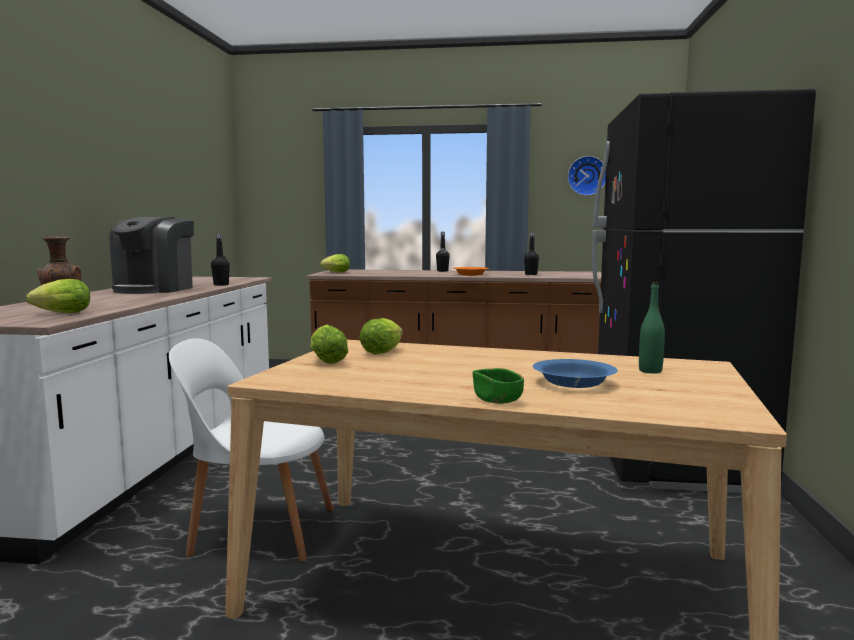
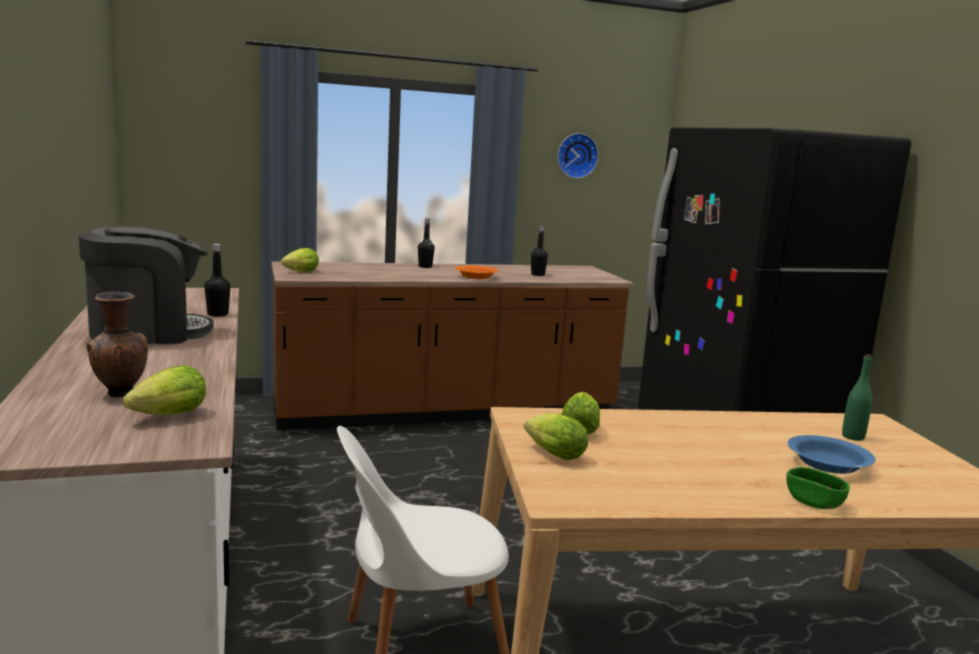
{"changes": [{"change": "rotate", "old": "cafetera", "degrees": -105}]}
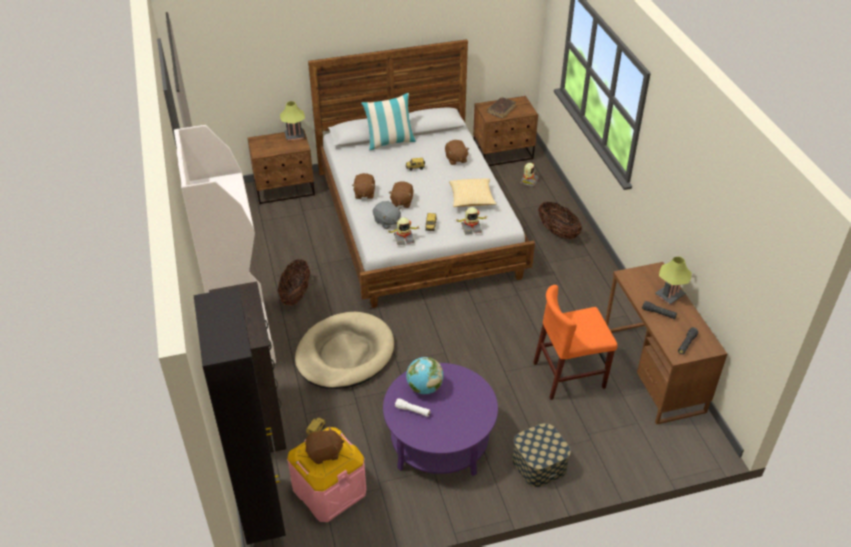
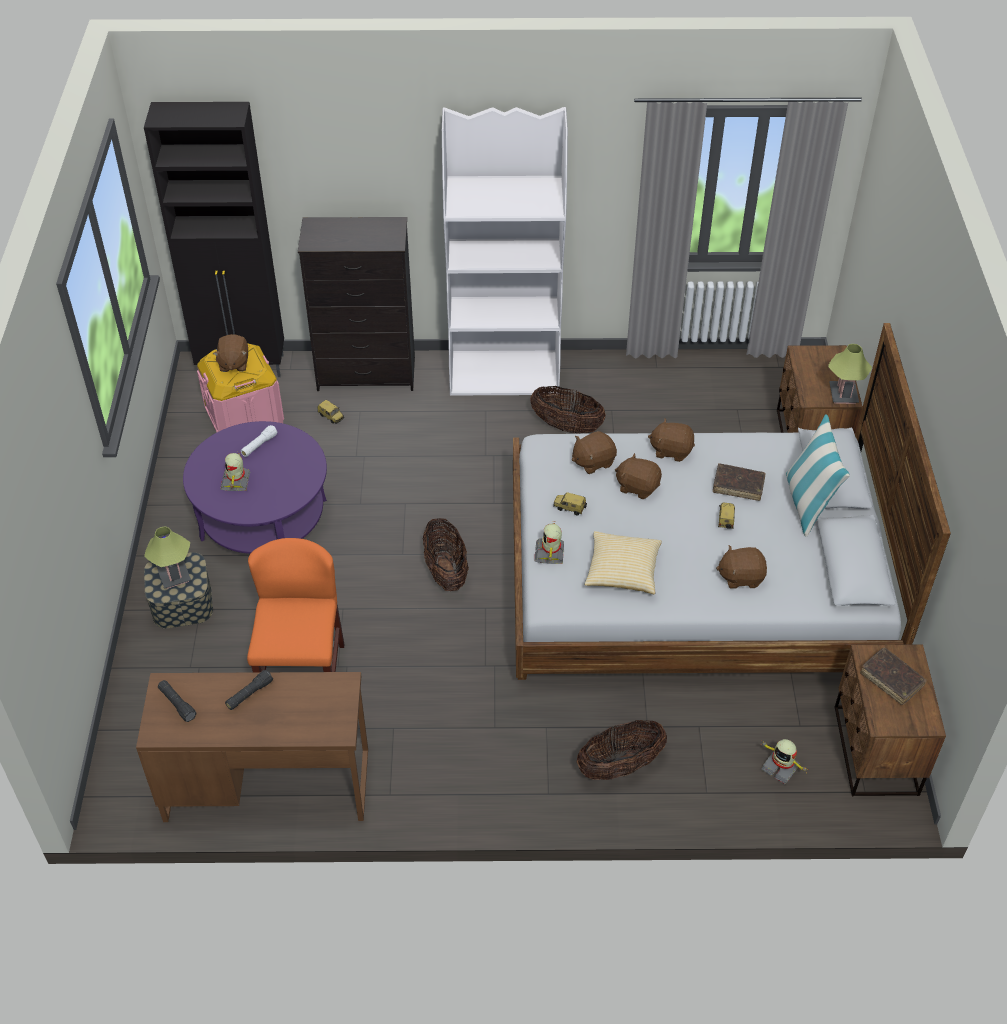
{"changes": [{"change": "move", "old": "lámpara de mesa (2nd from left in the first image)", "new": "lámpara de mesa (1st from left)"}, {"change": "move", "old": "robot de juguete (1st from left)"}, {"change": "insert", "new": "cesta (1st from left)"}, {"change": "recolor", "old": "peluche/gris", "new": "peluche/marrón (2nd from left)"}, {"change": "insert", "new": "libro/marrón (1st from left)"}, {"change": "delete", "old": "cama para perro/beis"}, {"change": "delete", "old": "globo terráqueo"}]}
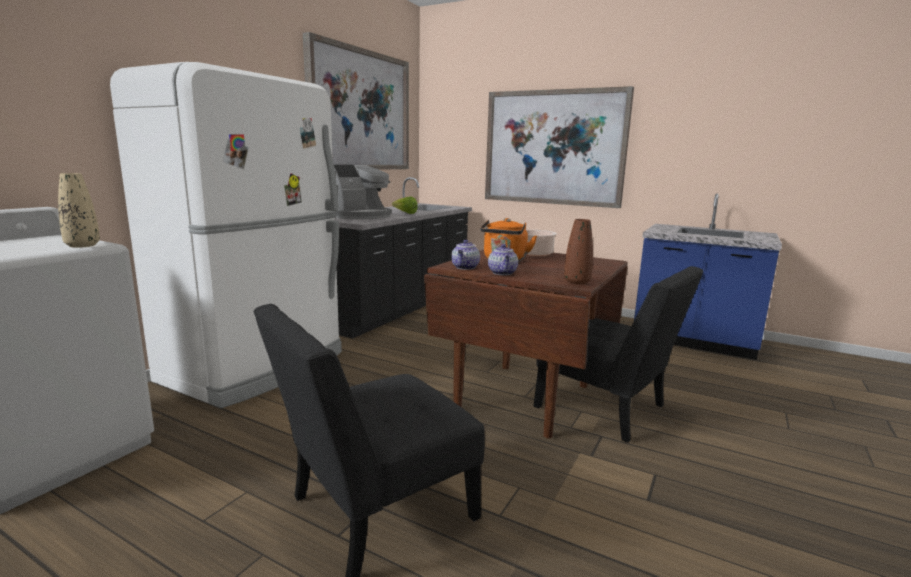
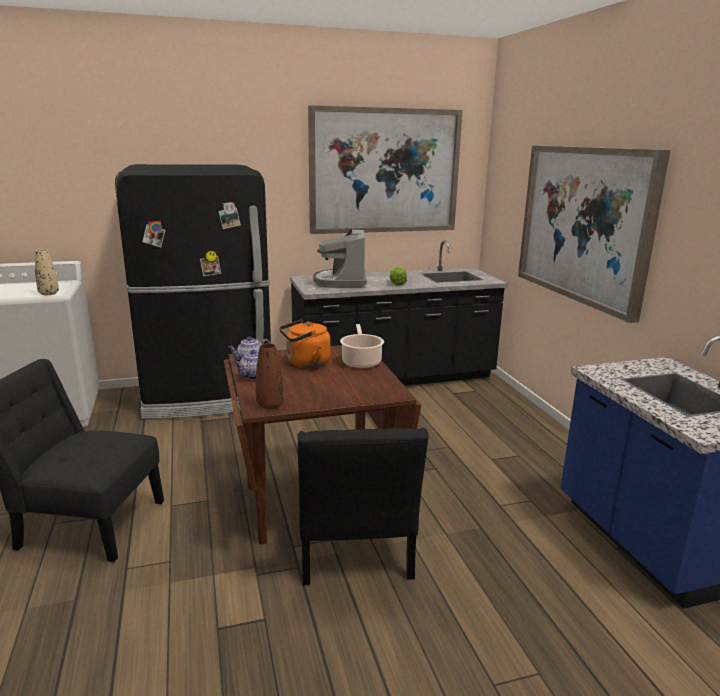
{"changes": [{"change": "recolor", "old": "nevera/blanco", "new": "nevera/negro"}, {"change": "rotate", "old": "cafetera", "degrees": 90}]}
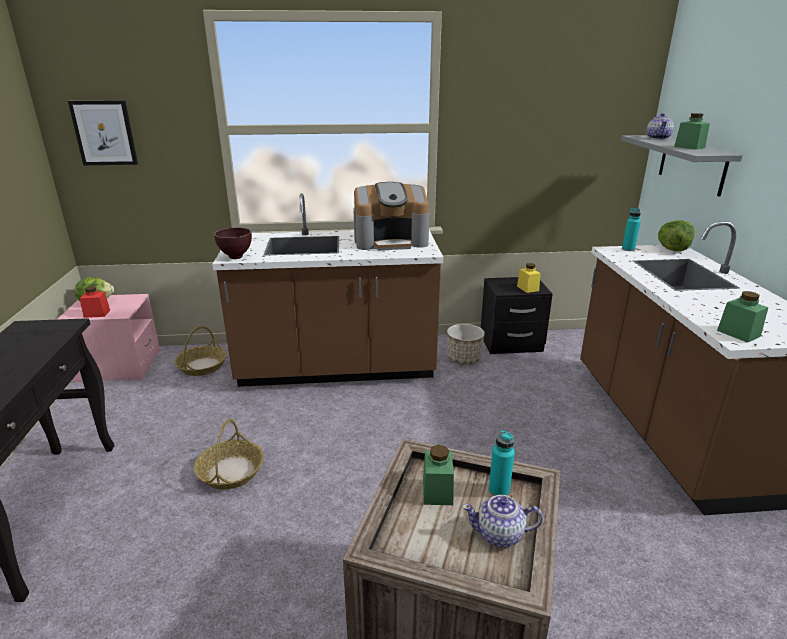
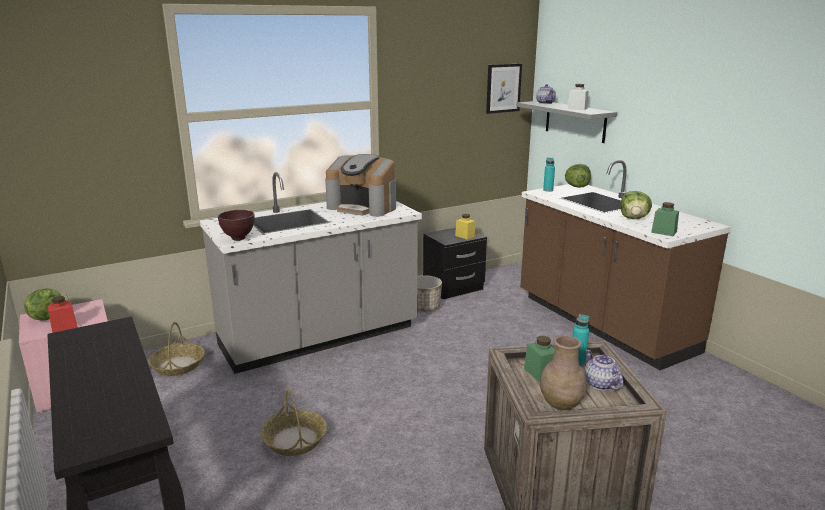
{"changes": [{"change": "recolor", "old": "mueble bajo de cocina/marrón (1st from left)", "new": "mueble bajo de cocina/gris"}, {"change": "rotate", "old": "cafetera", "degrees": 60}, {"change": "move", "old": "cuadro"}, {"change": "insert", "new": "florero/marrón"}, {"change": "recolor", "old": "tarro/verde (2nd from left)", "new": "tarro/blanco"}, {"change": "rotate", "old": "tetera (1st from left in the first image)", "degrees": 90}, {"change": "insert", "new": "lechuga (3rd from left)"}]}
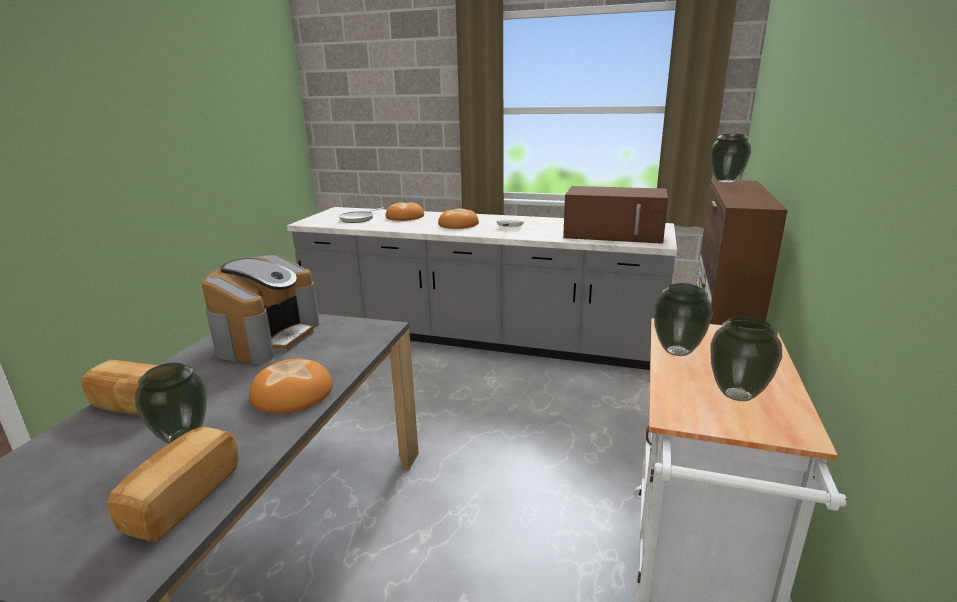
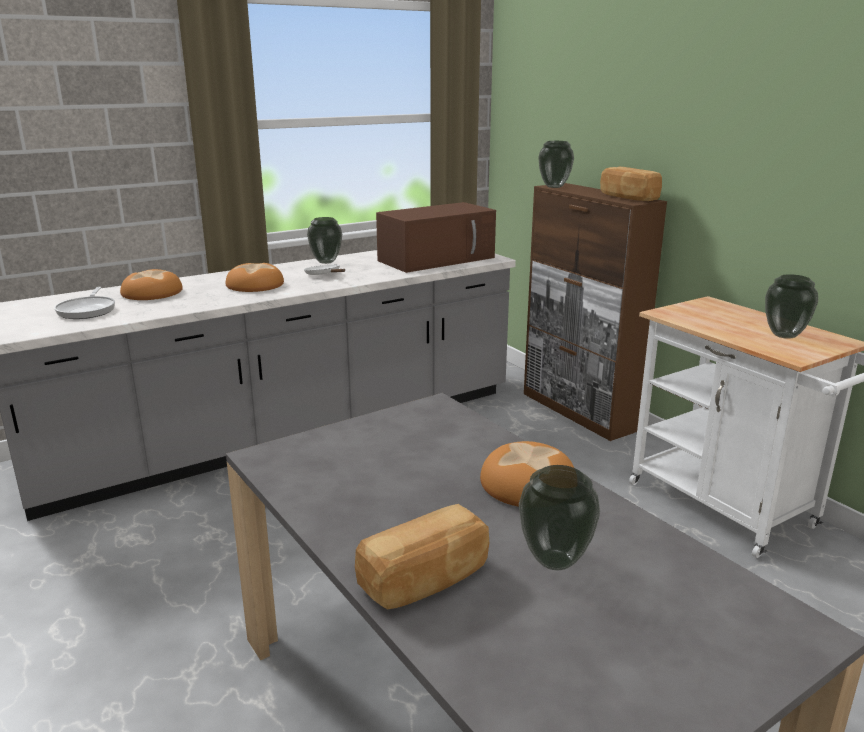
{"changes": [{"change": "move", "old": "florero (2nd from left in the first image)", "new": "florero (1st from left)"}, {"change": "move", "old": "pan (2nd from left in the first image)", "new": "pan (5th from left)"}, {"change": "delete", "old": "cafetera"}]}
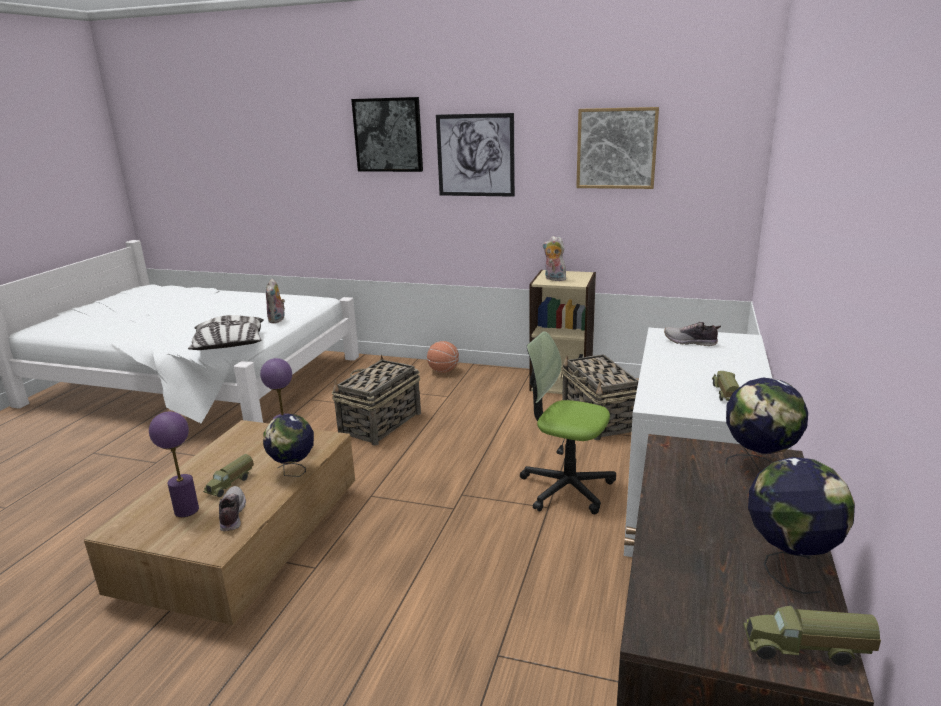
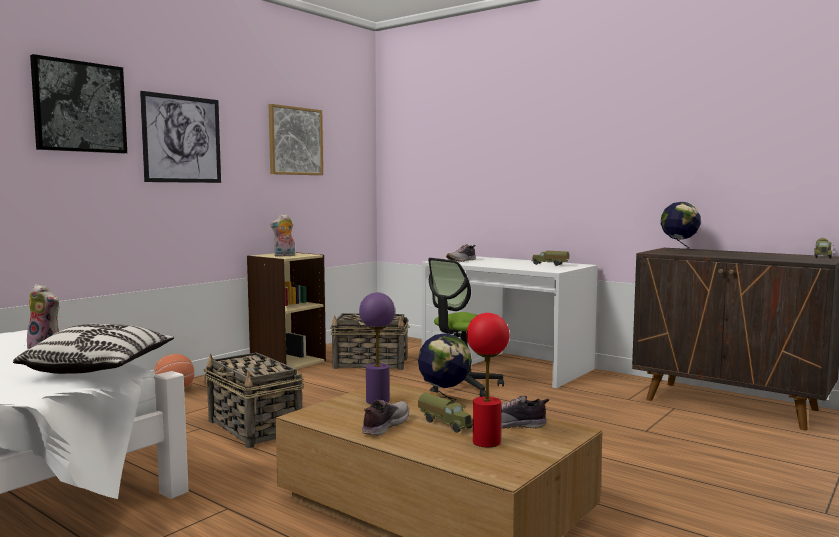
{"changes": [{"change": "insert", "new": "zapato (1st from left)"}, {"change": "recolor", "old": "lámpara de mesa/morado (1st from left)", "new": "lámpara de mesa/rojo"}, {"change": "delete", "old": "globo terráqueo (3rd from left)"}]}
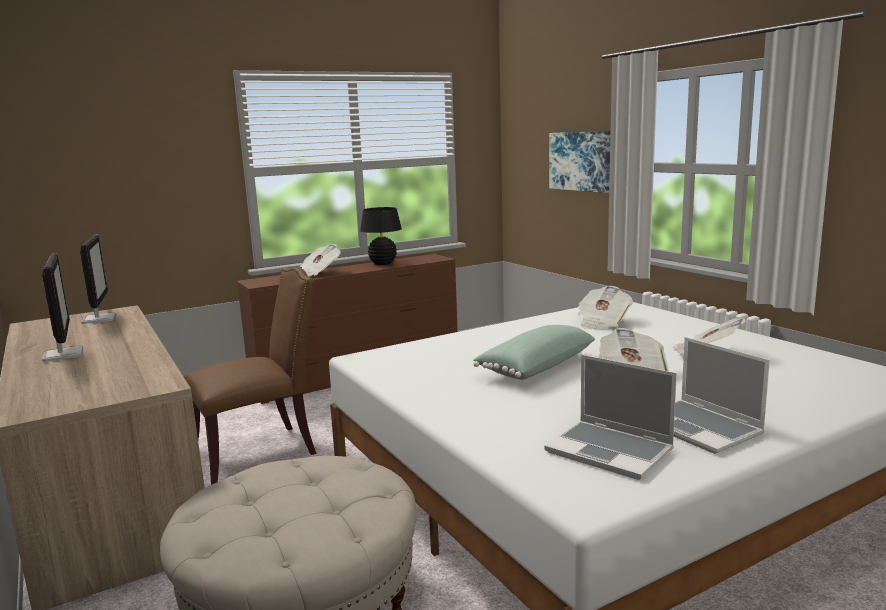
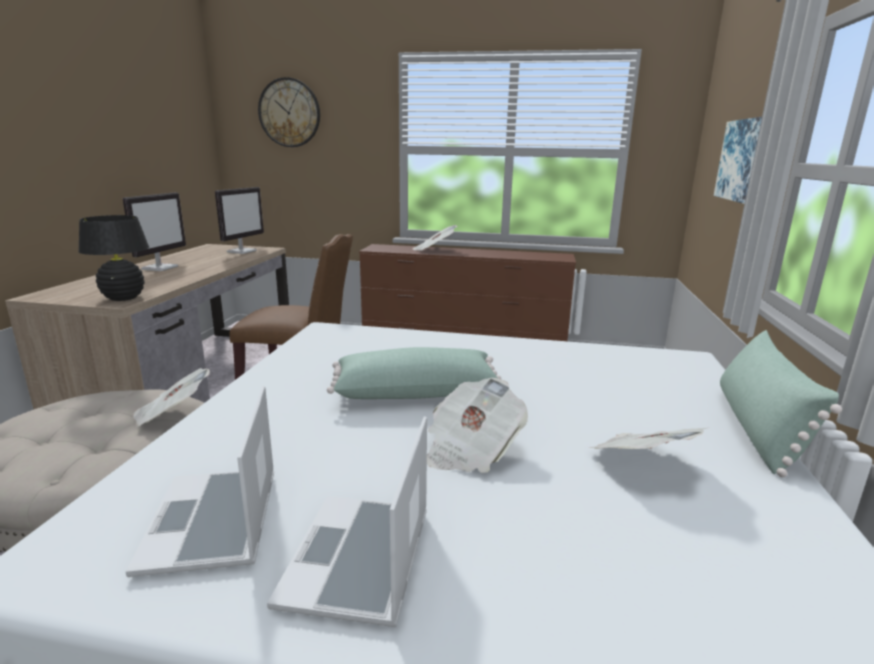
{"changes": [{"change": "move", "old": "lámpara de mesa/negro"}, {"change": "move", "old": "periódico (2nd from left in the first image)", "new": "periódico (1st from left)"}, {"change": "insert", "new": "reloj de pared"}, {"change": "insert", "new": "cojín/verde (2nd from left)"}]}
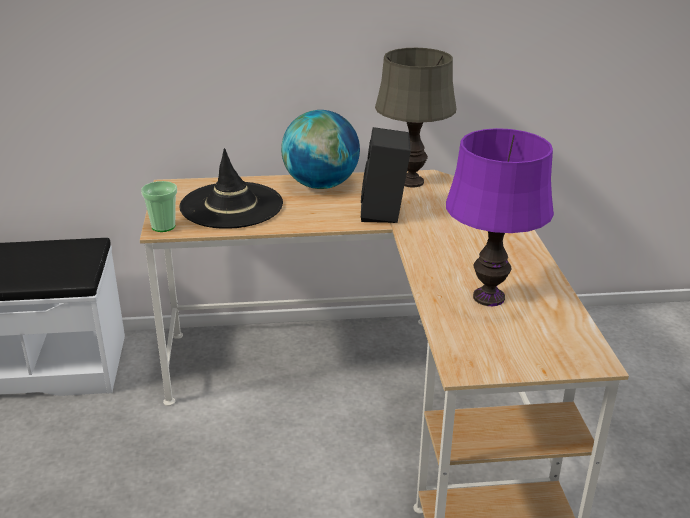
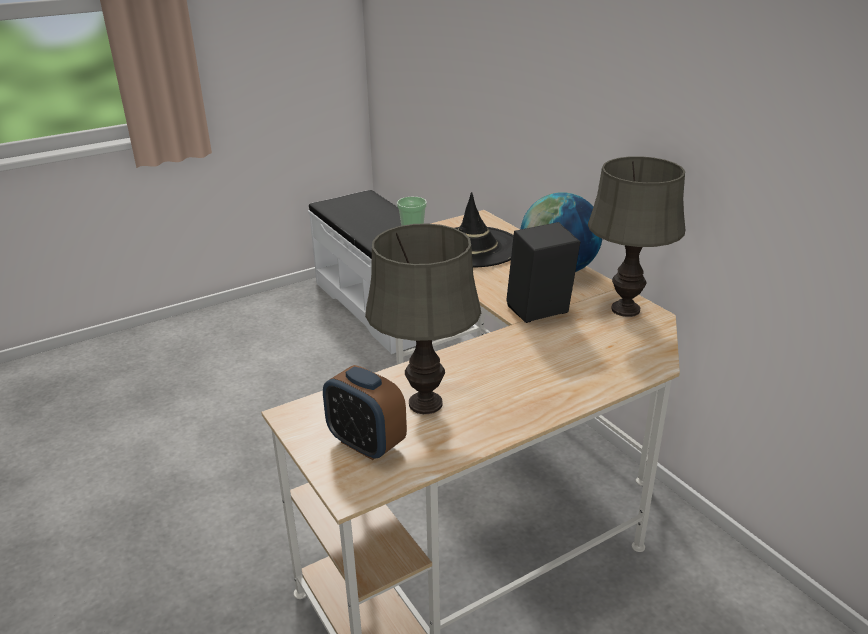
{"changes": [{"change": "insert", "new": "despertador"}, {"change": "recolor", "old": "lámpara de mesa/morado", "new": "lámpara de mesa/gris (1st from left)"}]}
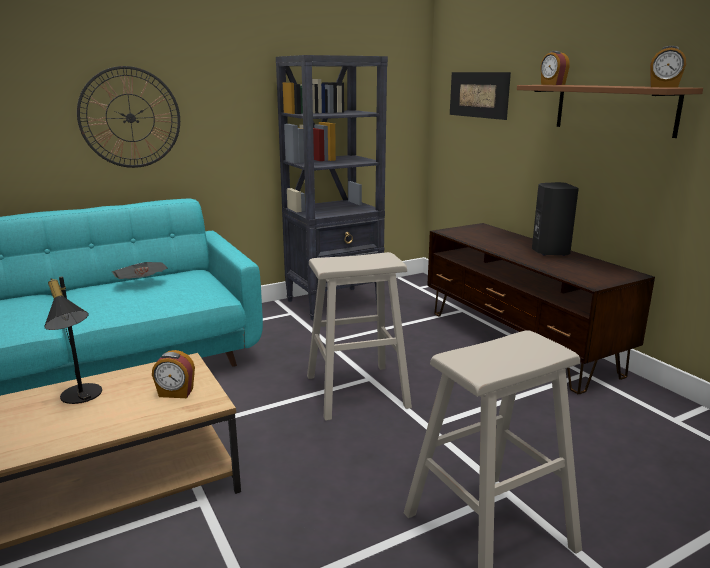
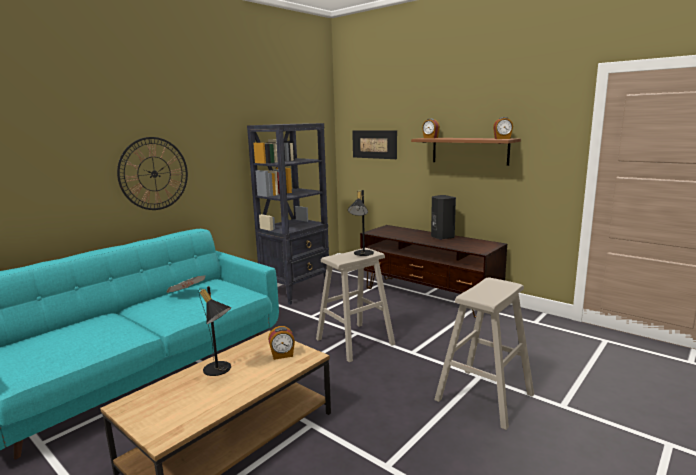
{"changes": [{"change": "insert", "new": "lámpara de mesa/negro (2nd from left)"}]}
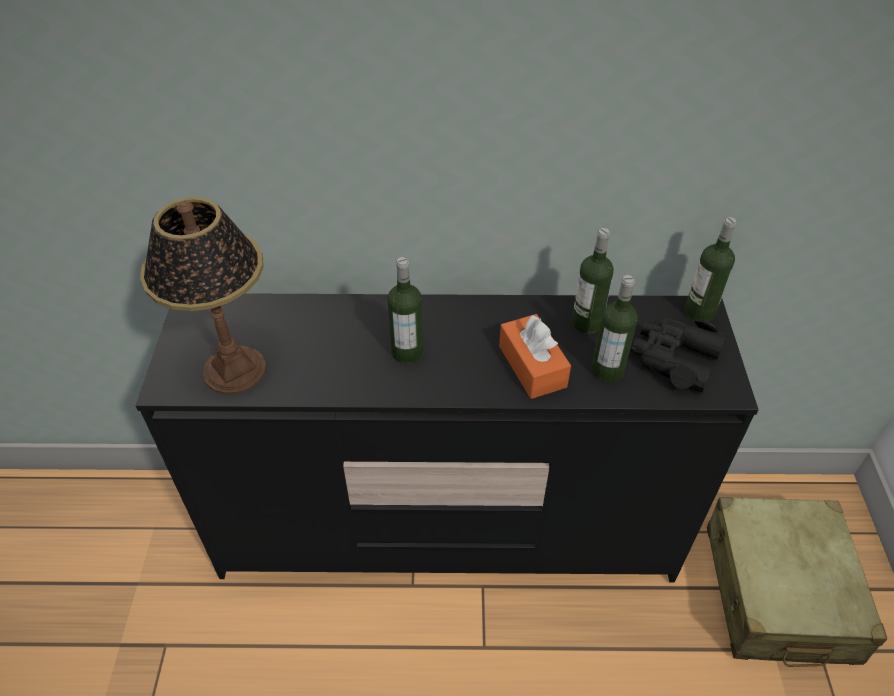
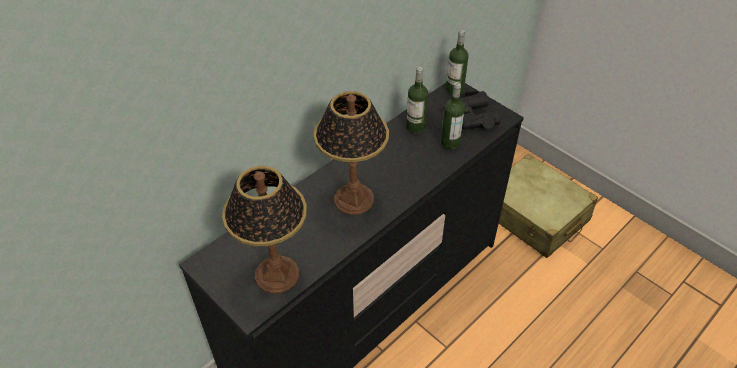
{"changes": [{"change": "replace", "old": "botella (1st from left)", "new": "lámpara de mesa (2nd from left)"}, {"change": "delete", "old": "caja de pañuelos/naranja"}]}
